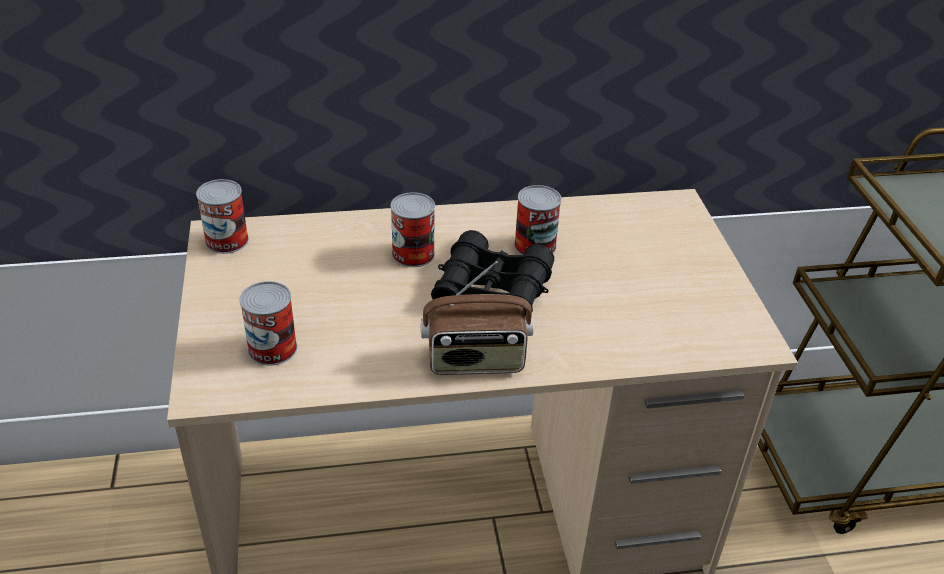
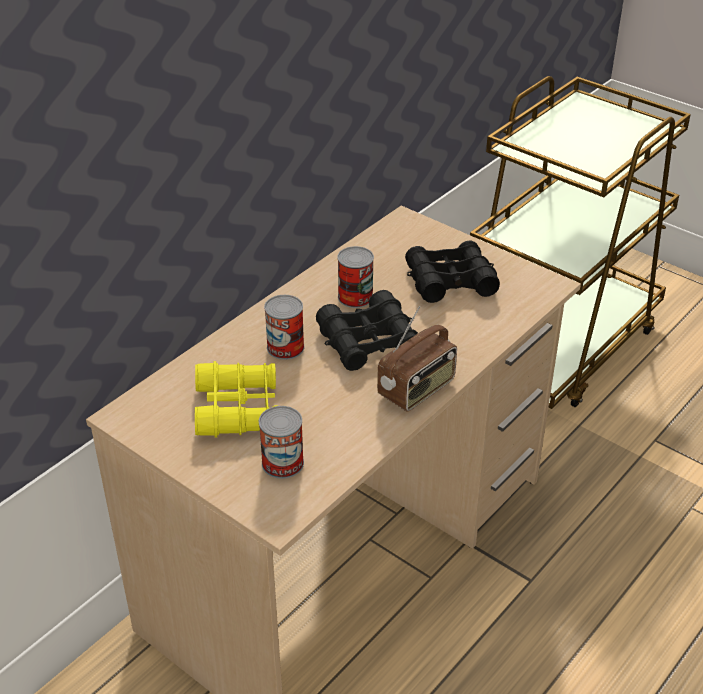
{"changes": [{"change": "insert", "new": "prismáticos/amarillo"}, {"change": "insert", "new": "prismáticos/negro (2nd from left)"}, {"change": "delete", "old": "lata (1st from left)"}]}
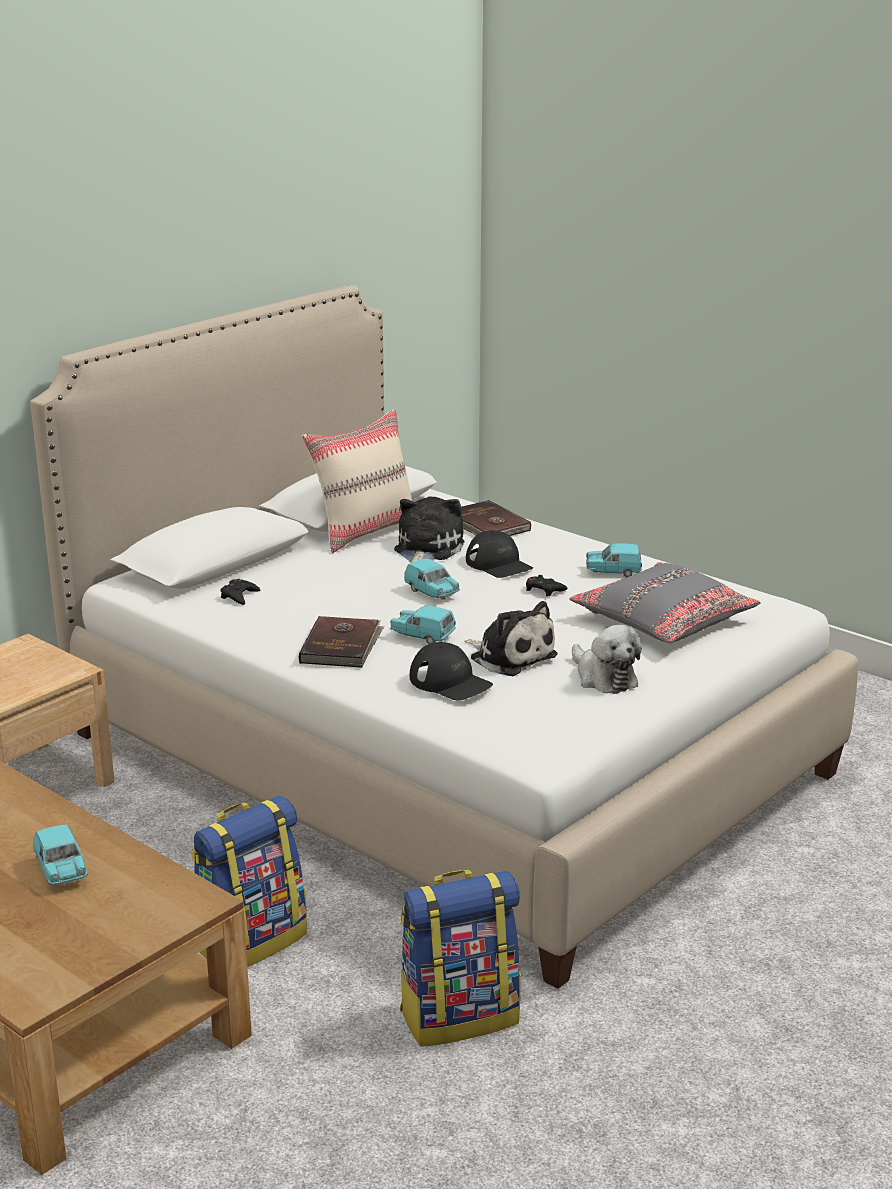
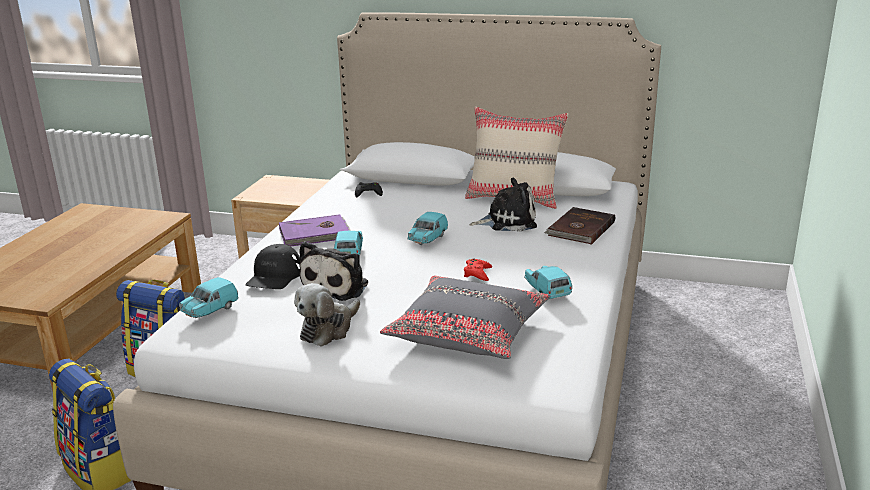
{"changes": [{"change": "move", "old": "coche de juguete/turquesa (1st from left)"}, {"change": "recolor", "old": "libro/marrón (1st from left)", "new": "libro/morado"}, {"change": "recolor", "old": "mando de consola/negro (2nd from left)", "new": "mando de consola/rojo"}, {"change": "delete", "old": "gorra/negro (2nd from left)"}]}
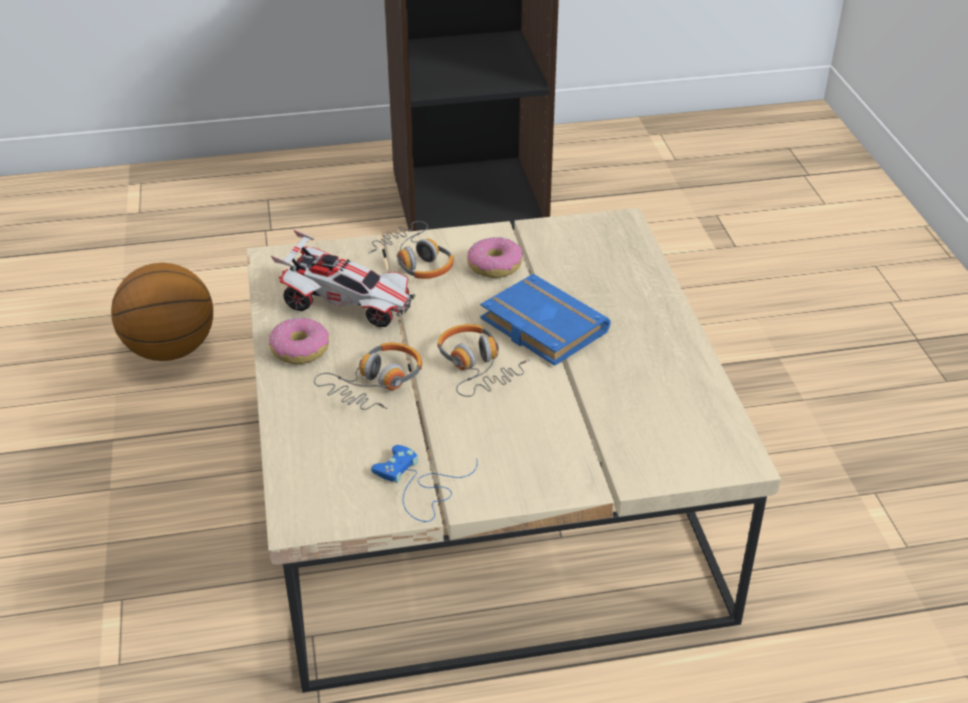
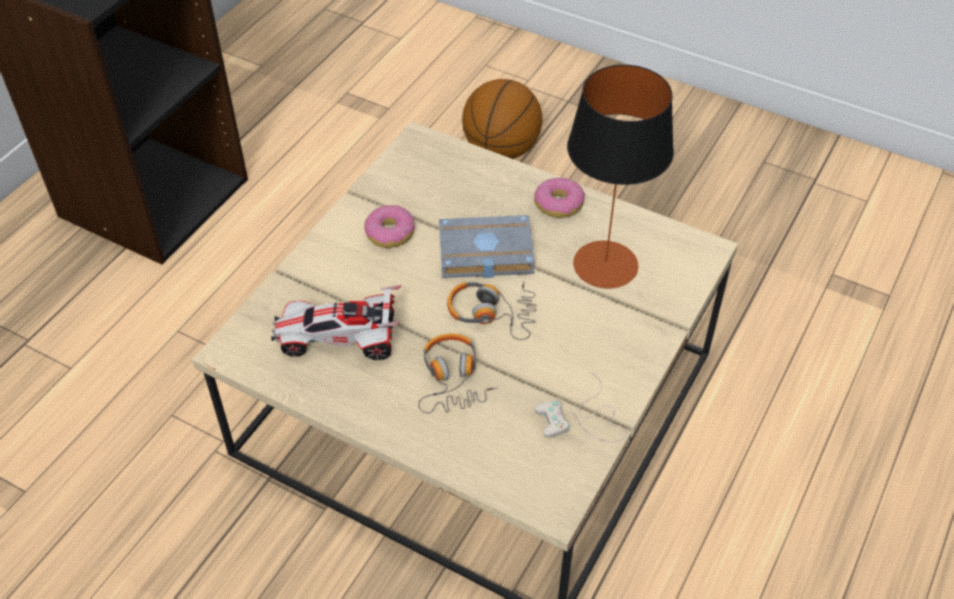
{"changes": [{"change": "rotate", "old": "coche de juguete", "degrees": -150}, {"change": "recolor", "old": "libro/azul", "new": "libro/gris"}, {"change": "move", "old": "balón de baloncesto"}, {"change": "move", "old": "rosquilla (1st from left in the first image)", "new": "rosquilla (2nd from left)"}, {"change": "recolor", "old": "mando de consola/azul", "new": "mando de consola/blanco"}, {"change": "insert", "new": "lámpara de mesa"}, {"change": "delete", "old": "auriculares (2nd from left)"}]}
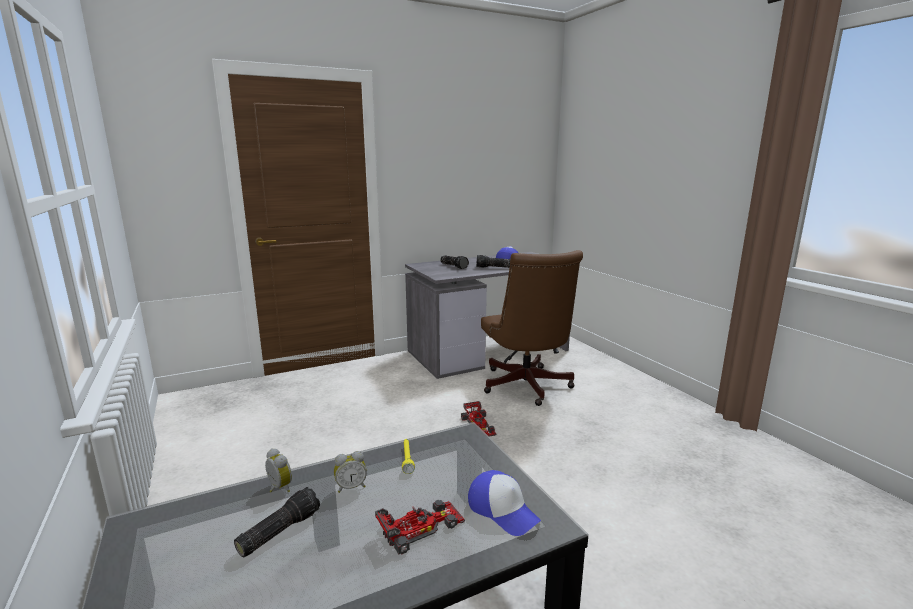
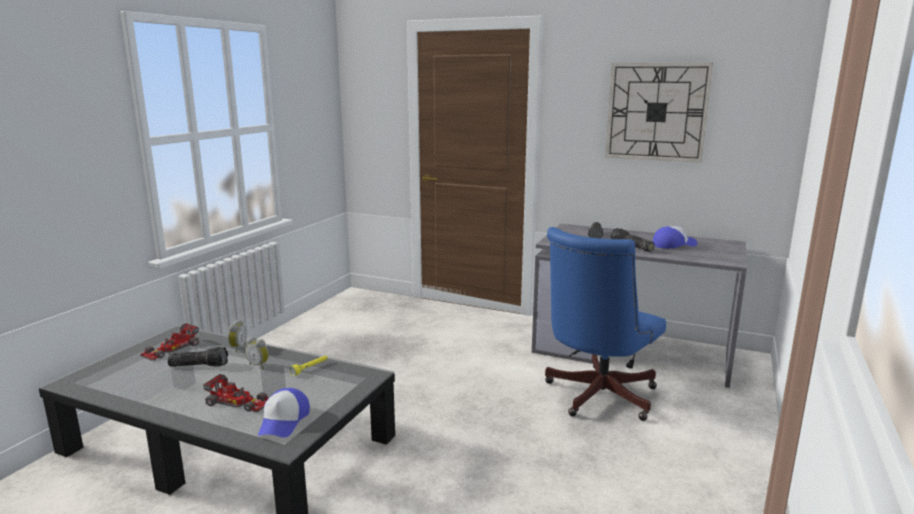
{"changes": [{"change": "move", "old": "coche de juguete (2nd from left in the first image)", "new": "coche de juguete (1st from left)"}, {"change": "recolor", "old": "silla de oficina/marrón", "new": "silla de oficina/azul"}, {"change": "insert", "new": "reloj de pared"}]}
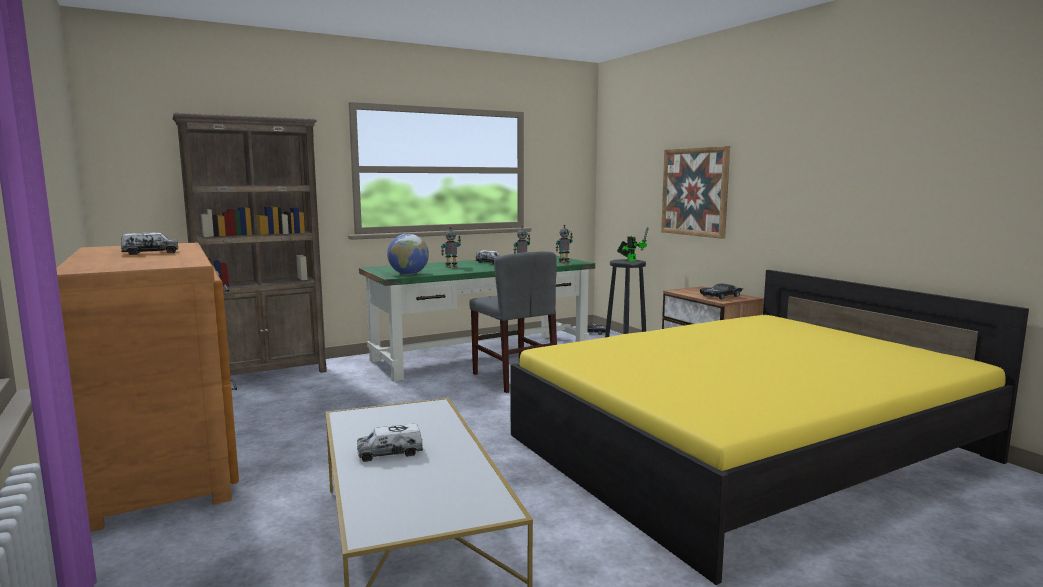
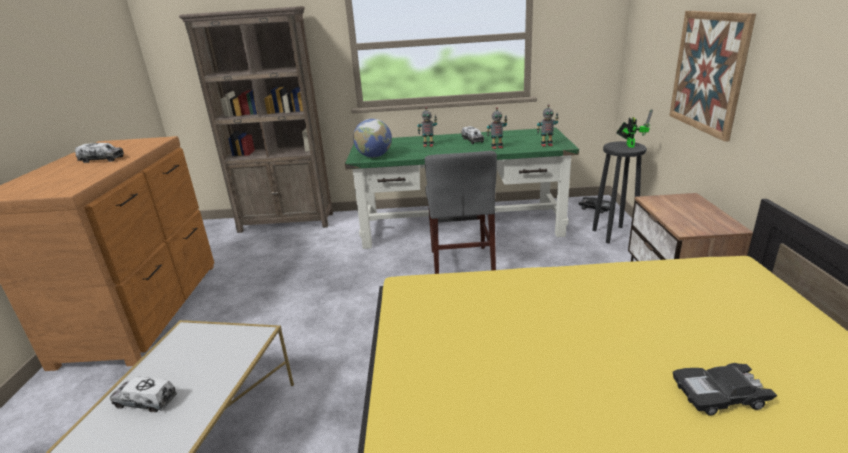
{"changes": [{"change": "move", "old": "coche de juguete/negro (2nd from left)"}]}
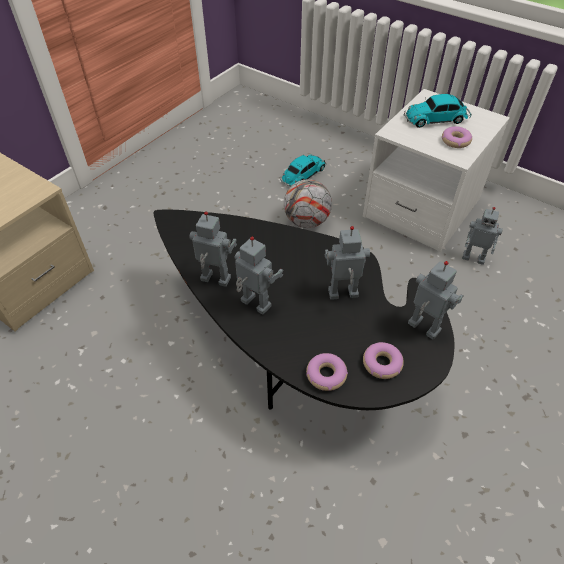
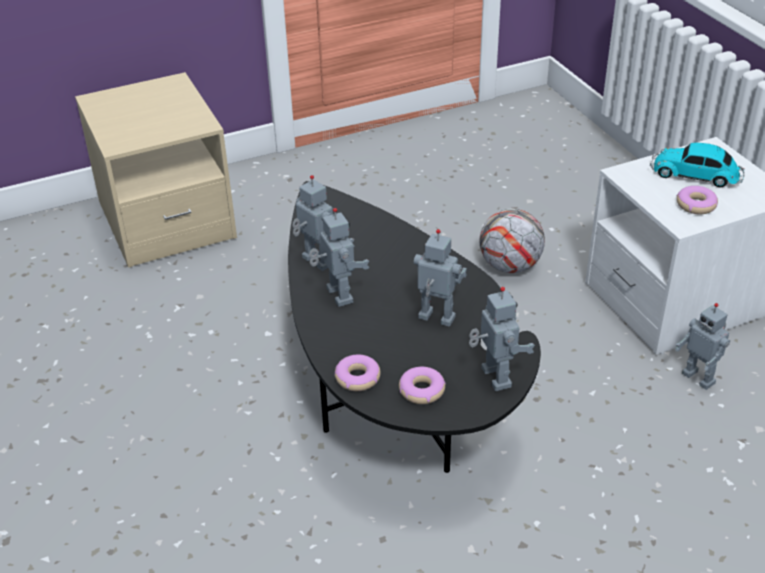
{"changes": [{"change": "delete", "old": "coche de juguete (1st from left)"}]}
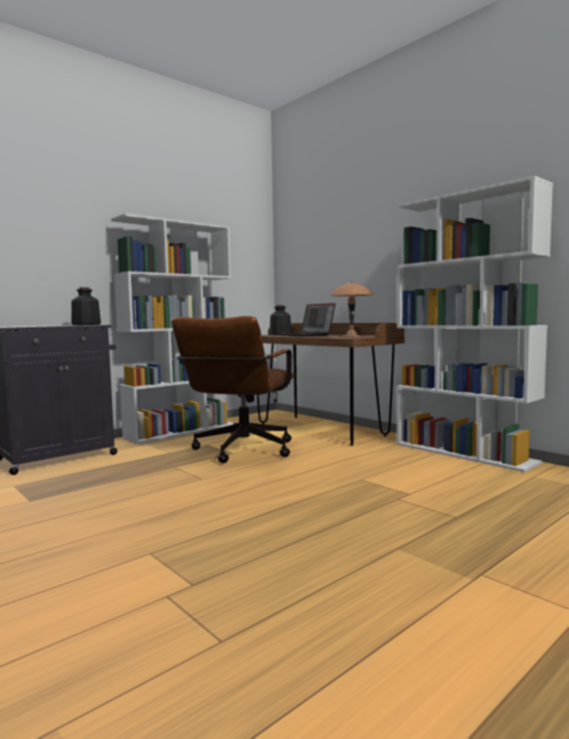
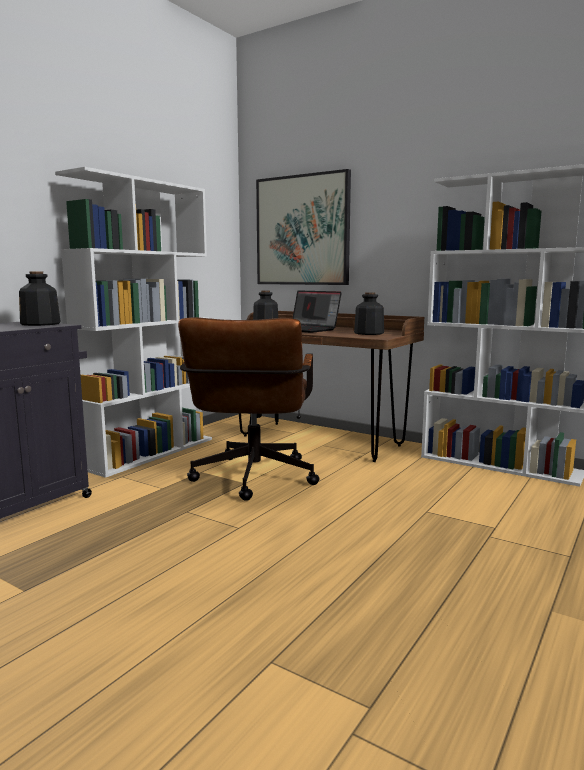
{"changes": [{"change": "insert", "new": "cuadro"}, {"change": "replace", "old": "lámpara de mesa/marrón", "new": "botella (3rd from left)"}]}
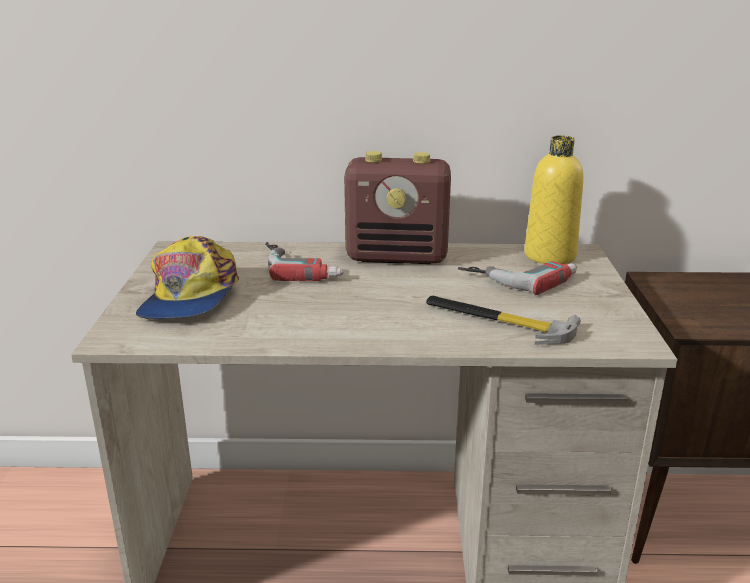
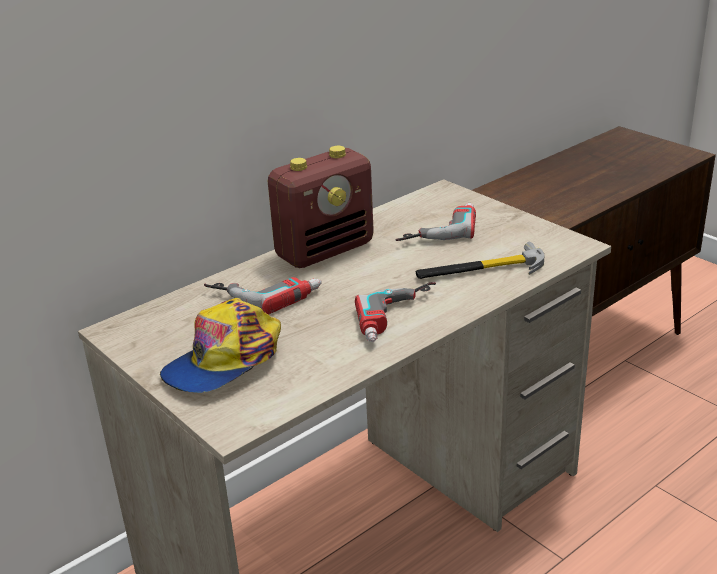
{"changes": [{"change": "rotate", "old": "gorra", "degrees": 75}, {"change": "insert", "new": "taladro (2nd from left)"}, {"change": "delete", "old": "botella/amarillo"}]}
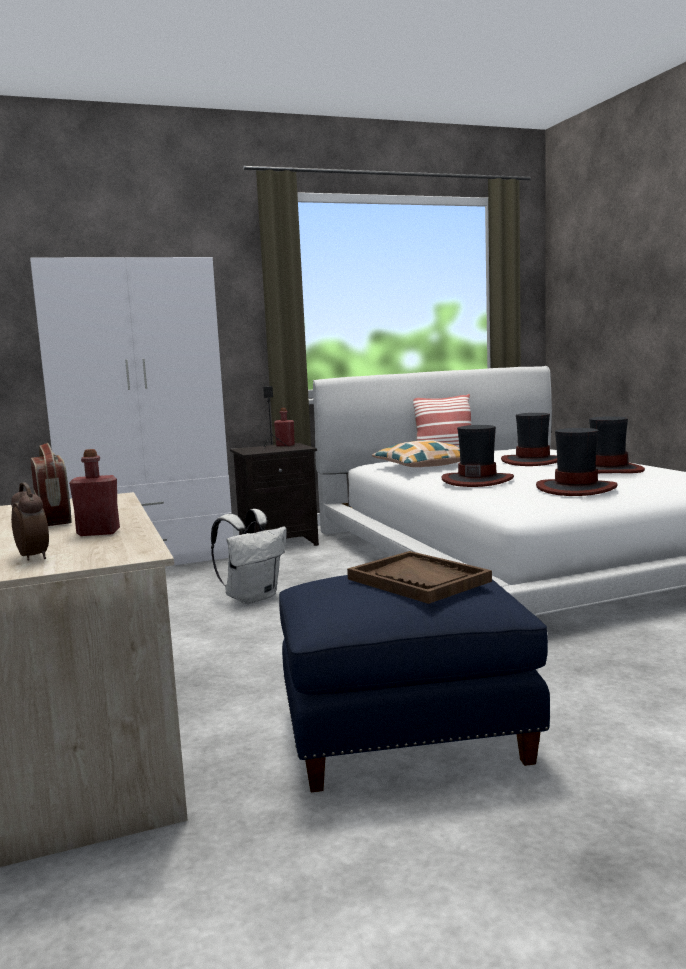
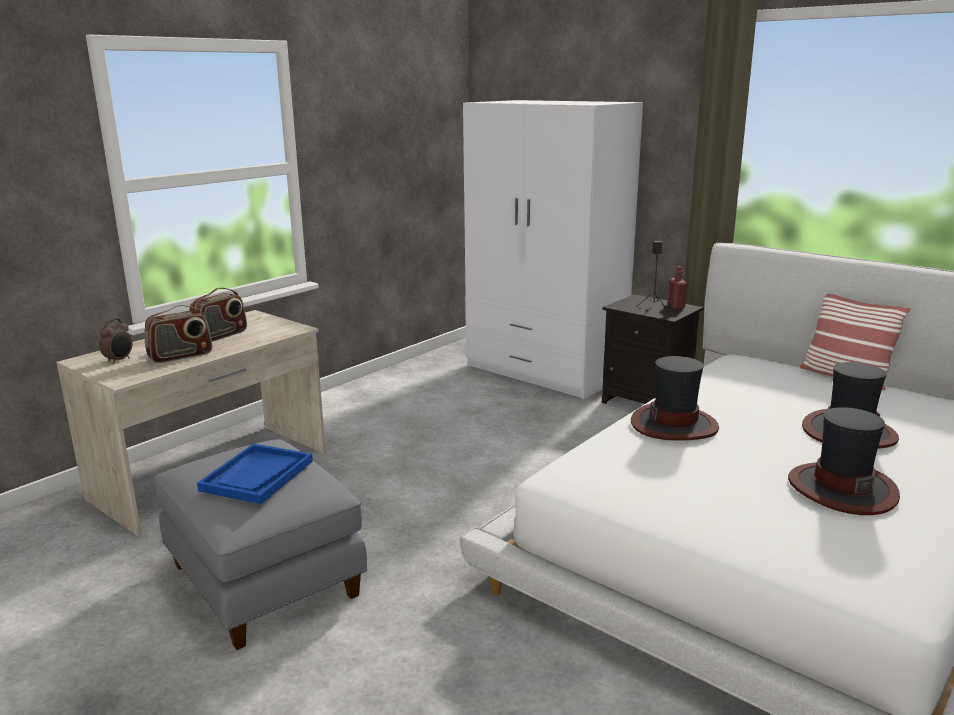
{"changes": [{"change": "replace", "old": "botella/rojo (1st from left)", "new": "radio (1st from left)"}, {"change": "recolor", "old": "puf/azul", "new": "puf/gris"}, {"change": "recolor", "old": "bandeja/marrón", "new": "bandeja/azul"}, {"change": "delete", "old": "mochila/blanco"}, {"change": "delete", "old": "cojín (1st from left)"}, {"change": "delete", "old": "sombrero (3rd from left)"}]}
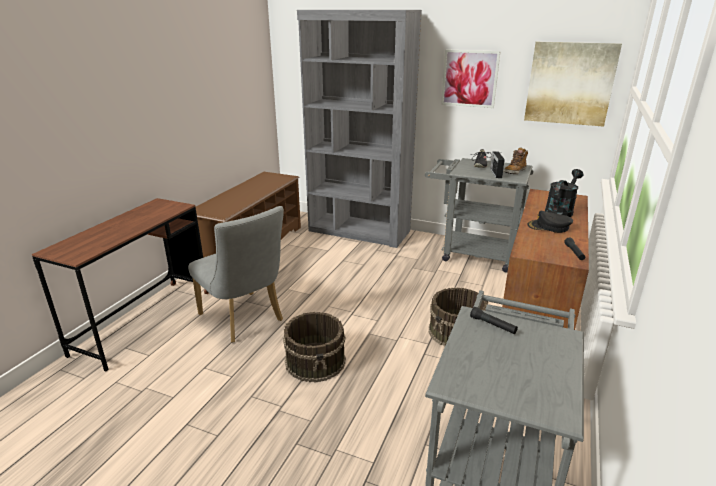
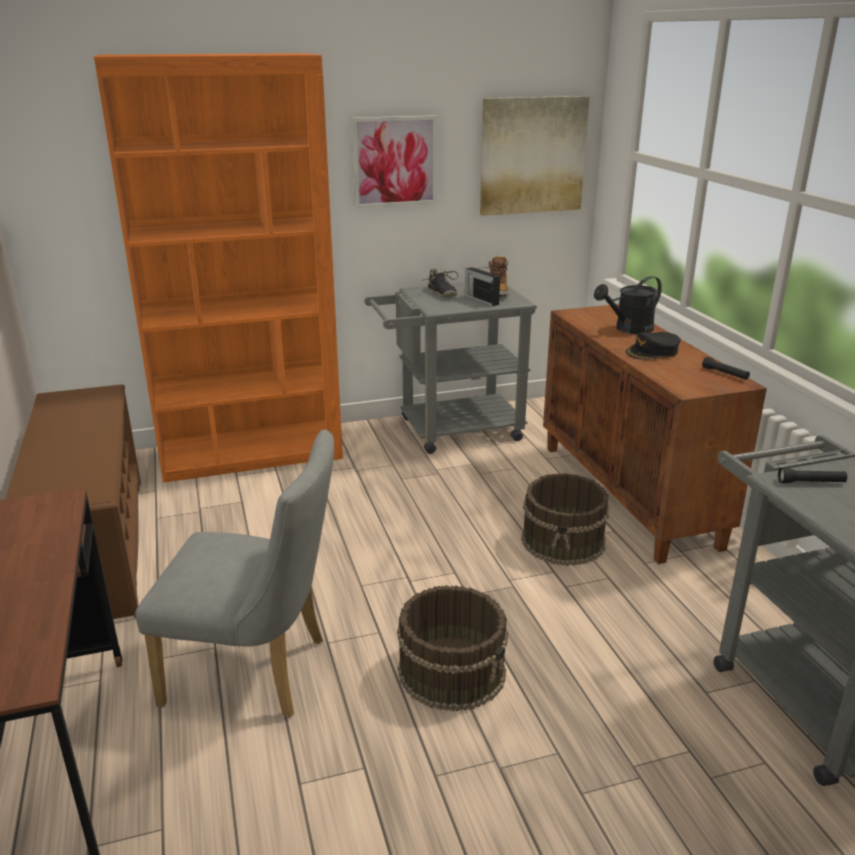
{"changes": [{"change": "recolor", "old": "estantería/gris", "new": "estantería/naranja"}, {"change": "rotate", "old": "regadera/negro", "degrees": -120}]}
